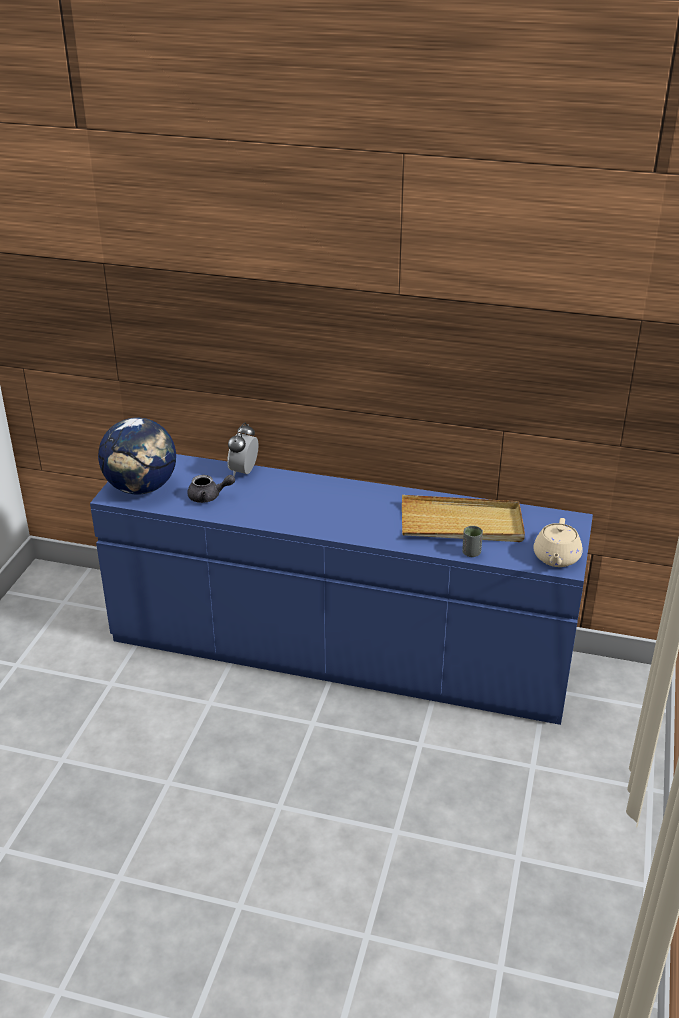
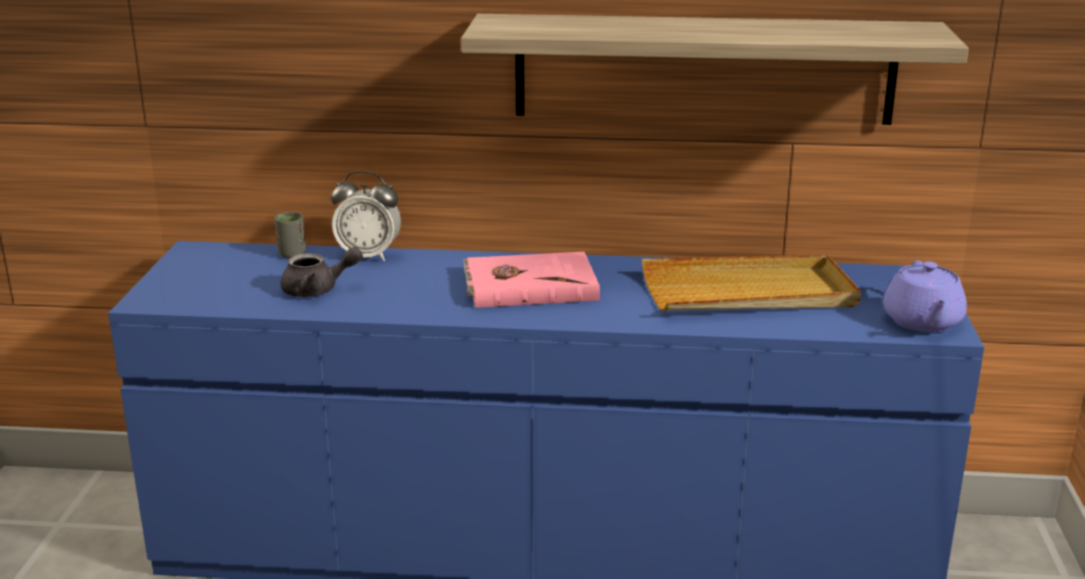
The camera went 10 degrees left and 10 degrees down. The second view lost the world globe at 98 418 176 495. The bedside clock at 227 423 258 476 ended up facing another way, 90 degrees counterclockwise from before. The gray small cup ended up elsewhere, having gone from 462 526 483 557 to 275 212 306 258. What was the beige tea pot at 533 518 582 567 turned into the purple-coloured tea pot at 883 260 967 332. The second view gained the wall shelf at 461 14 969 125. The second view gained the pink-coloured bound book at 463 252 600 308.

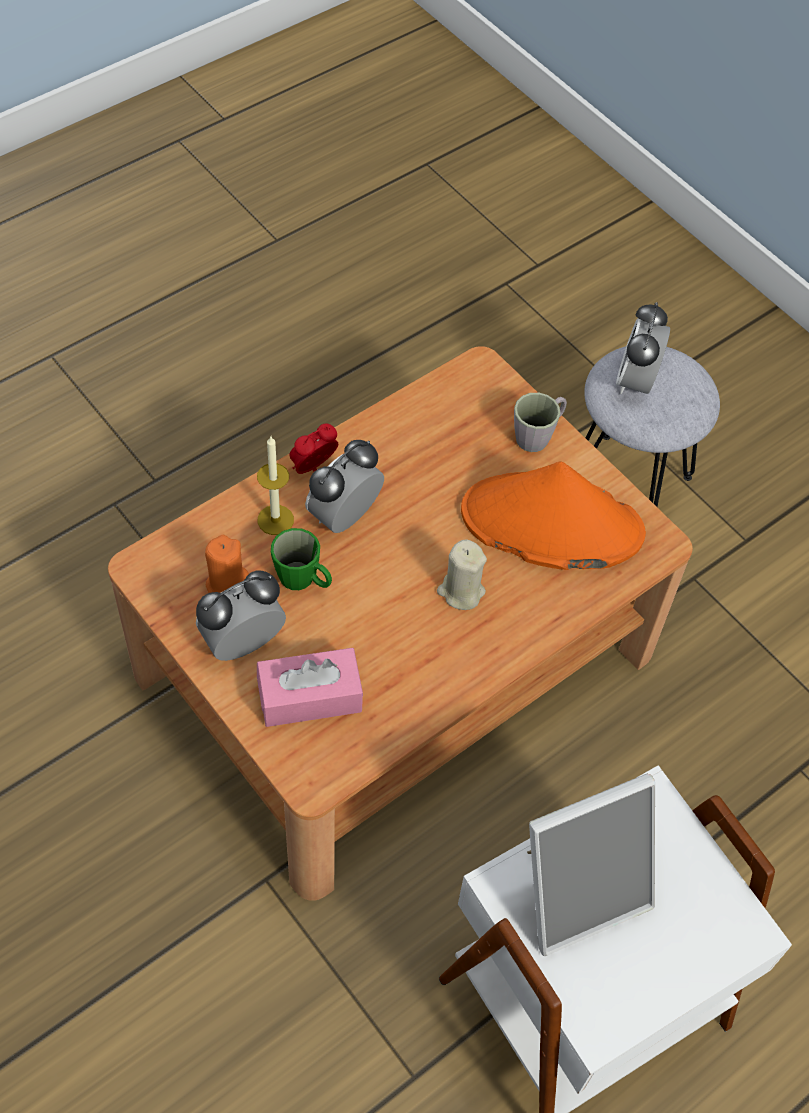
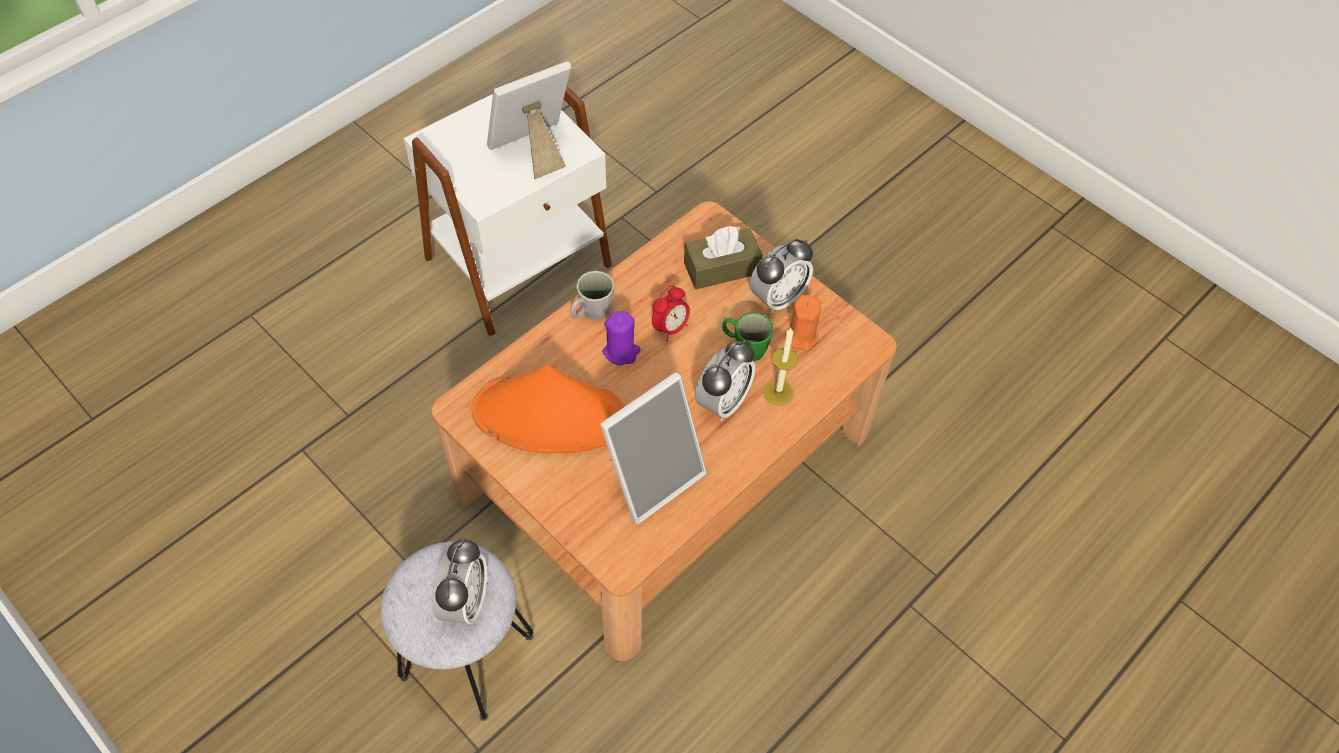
The camera went 175 degrees right and 0 degrees up. What was the pink-coloured tissue box at 257 648 363 727 turned into the brown-coloured tissue box at 684 226 763 289. The bedside clock ended up elsewhere, having gone from 289 424 338 474 to 652 286 690 341. What was the beige candle at 437 539 487 610 turned into the purple-coloured candle at 602 311 641 365. The gray mug ended up elsewhere, having gone from 514 393 567 452 to 570 271 615 320. The second view gained the picture frame at 600 372 707 524.

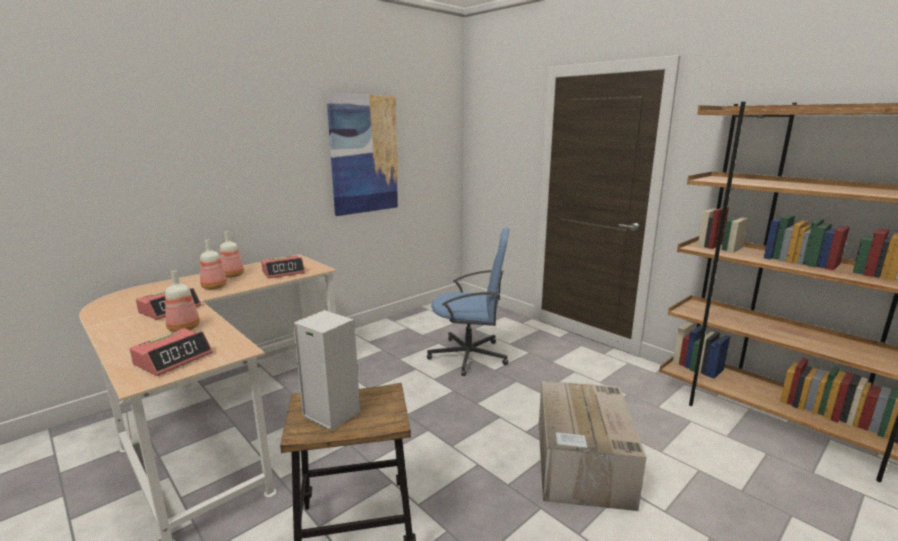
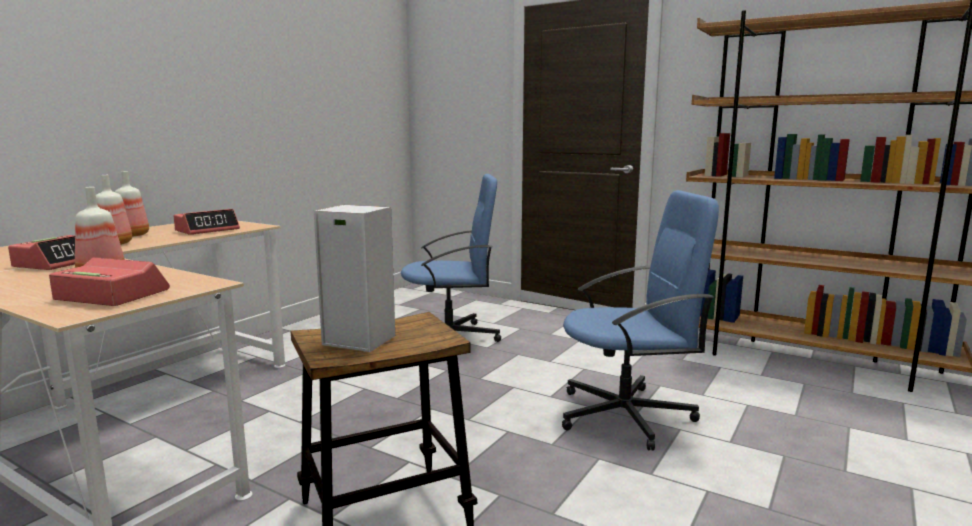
The camera went 15 degrees left and 5 degrees down. The bedside clock at 130 328 213 376 ended up facing another way, 90 degrees counterclockwise from before. The second view lost the wall art at 326 93 399 216. Where the packing box stood at 539 381 646 511, the blue-coloured desk chair came to stand at 562 190 719 451.

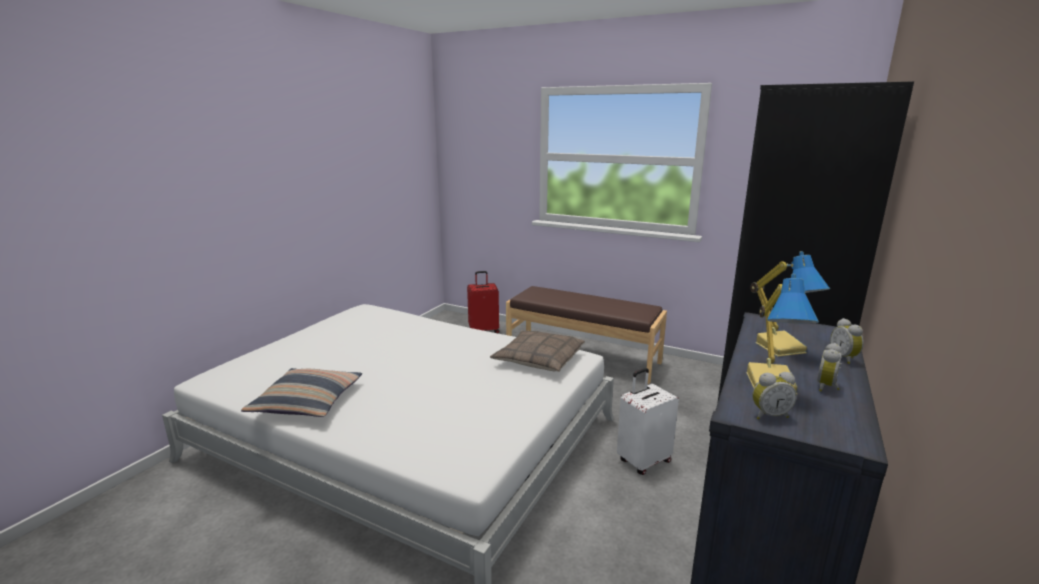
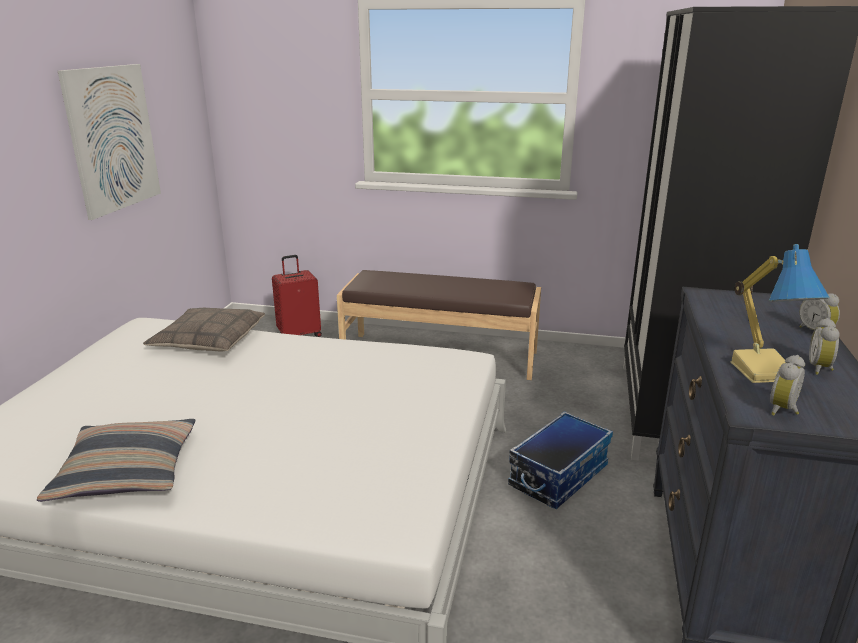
The camera went 15 degrees left and 5 degrees up. The throw pillow ended up elsewhere, having gone from 490 330 585 372 to 143 308 265 351. Where the whitish travel case stood at 617 368 679 475, the storage box came to stand at 508 411 613 509. The second view lost the lamp for a table at 750 251 830 357. The bedside clock at 752 372 797 420 ended up facing another way, 150 degrees clockwise from before. The second view gained the wall art at 58 64 161 220.

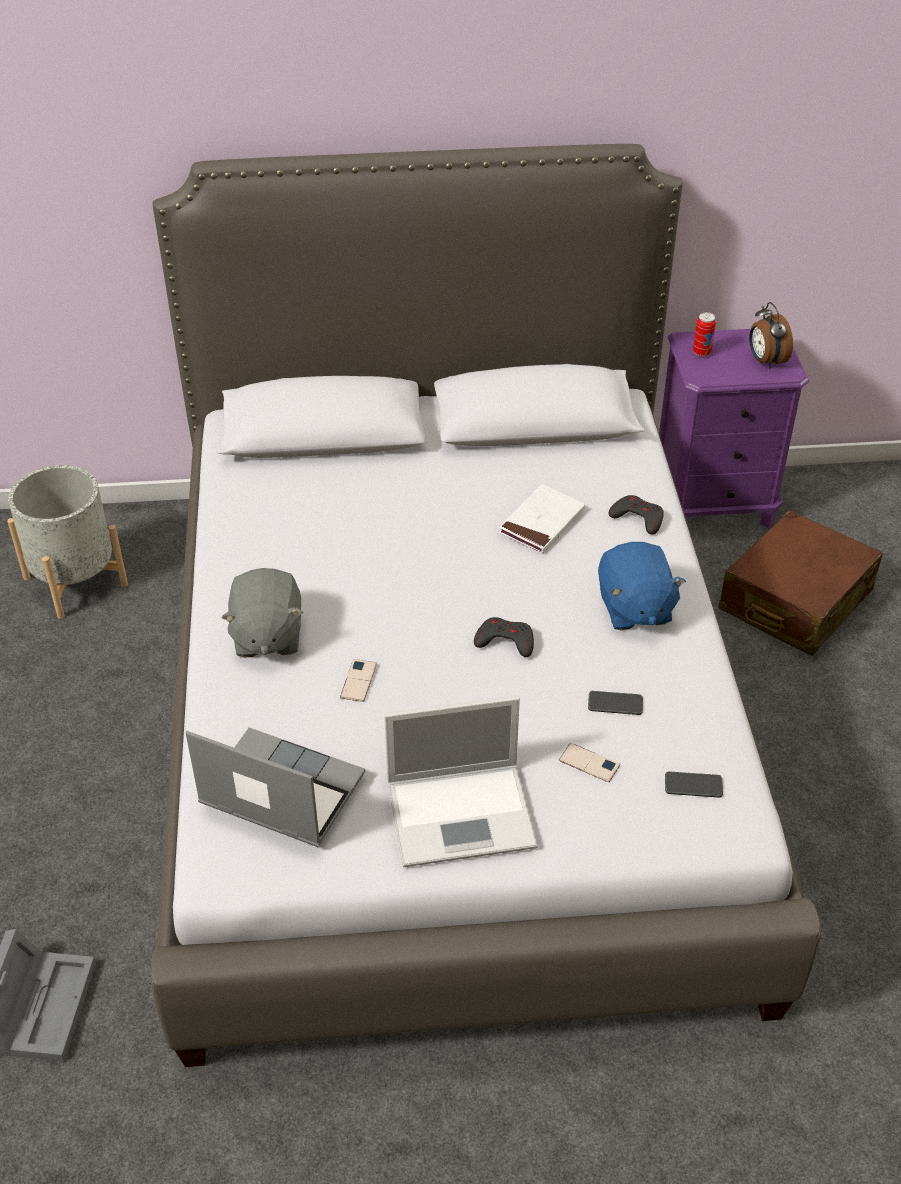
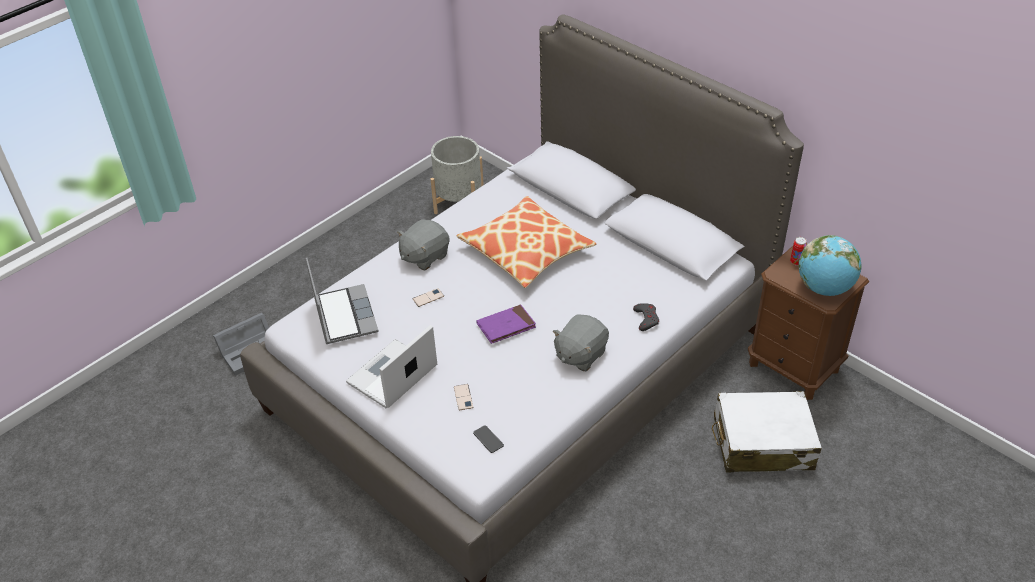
The camera went 50 degrees right and 0 degrees up. The notebook computer at 384 696 538 867 ended up facing another way, 90 degrees clockwise from before. Where the gray gamepad stood at 474 617 534 657, the purple-coloured bound book came to stand at 476 305 536 344. The second view lost the whitish bound book at 499 484 585 554. The second view lost the phone at 588 691 643 715. What was the blue-coloured soft toy at 598 542 686 630 turned into the gray soft toy at 553 314 609 371. What was the purple-coloured night table at 659 329 809 528 turned into the brown-coloured night table at 748 246 869 400. What was the brown-coloured travel case at 718 510 883 656 turned into the whitish travel case at 712 391 822 472. Where the bedside clock stood at 749 302 793 369, the world globe came to stand at 798 235 862 296. The second view gained the throw pillow at 457 196 596 288.

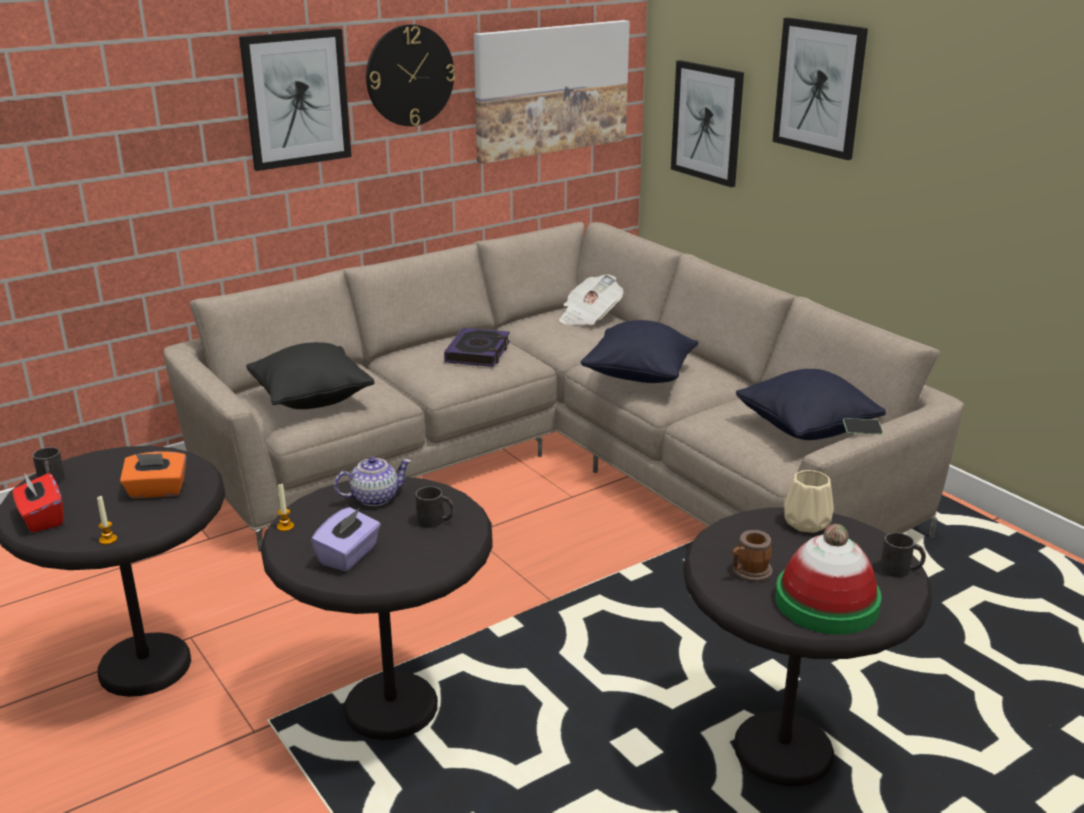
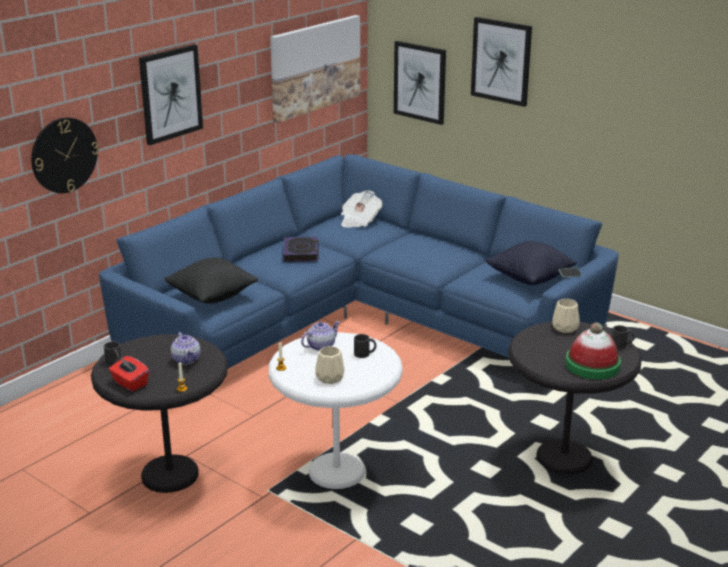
The camera went 15 degrees left and 0 degrees up. Where the orange-coloured tissue box stood at 120 452 186 498, the tea pot came to stand at 171 332 201 365. What was the beige sofa at 164 222 964 552 turned into the blue-coloured sofa at 99 154 619 369. What was the blackish side table at 261 477 493 740 turned into the whitish side table at 269 332 403 489. Where the purple-coloured tissue box stood at 311 507 381 571, the beige vase came to stand at 316 346 345 384. The hanging clock ended up elsewhere, having gone from 366 24 456 126 to 31 117 99 193. The second view lost the blackish throw pillow at 581 320 698 383. The second view lost the mug at 732 530 773 582.

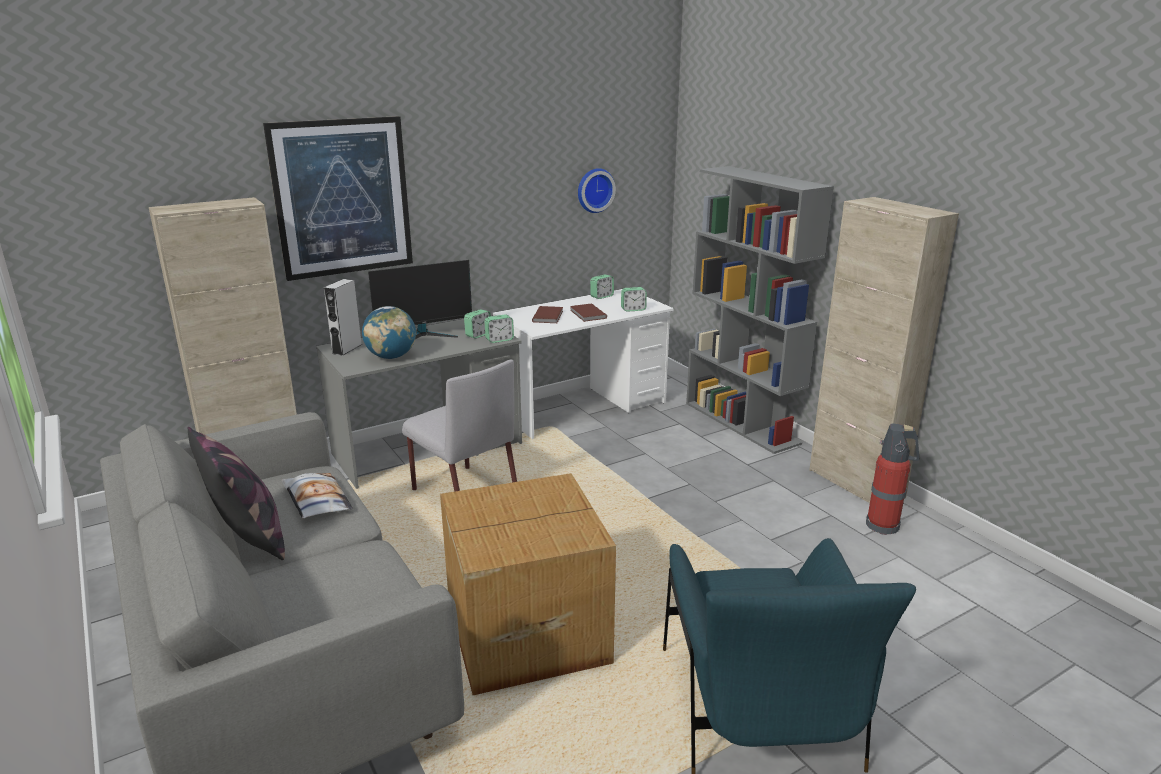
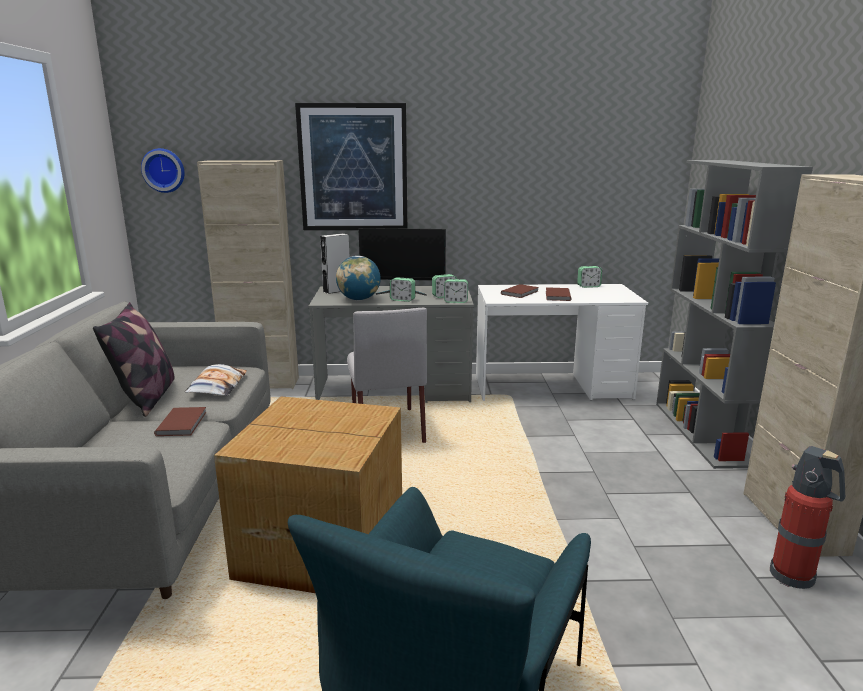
The camera went 30 degrees right and 5 degrees down. The hanging clock ended up elsewhere, having gone from 578 168 616 213 to 141 148 185 193. The bedside clock ended up elsewhere, having gone from 621 287 647 312 to 390 277 415 302. The second view gained the brown-coloured bound book at 154 407 207 436.

